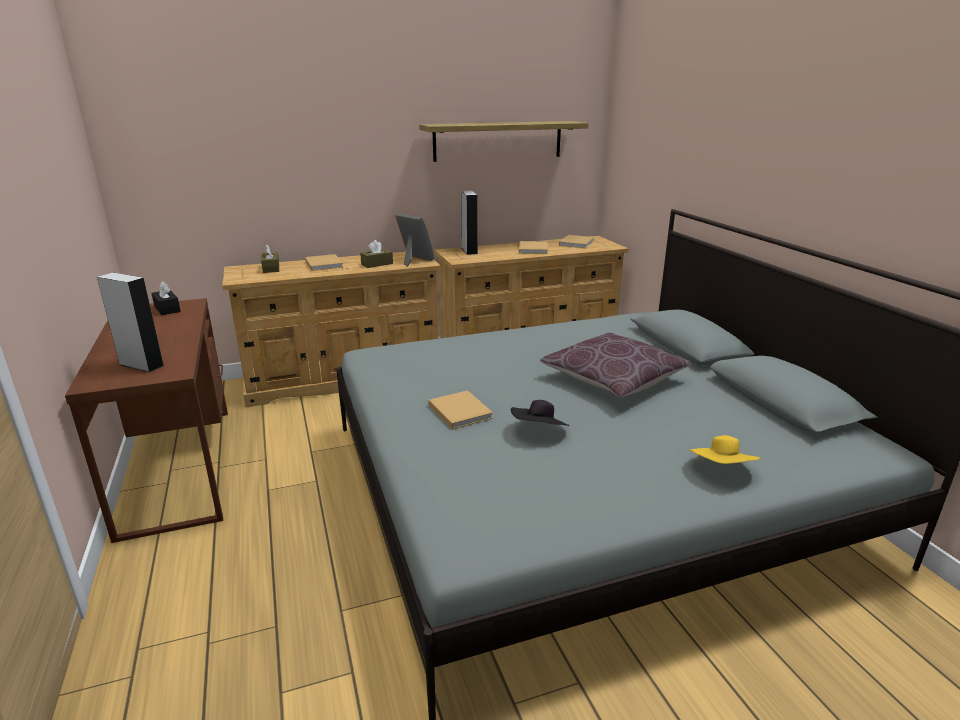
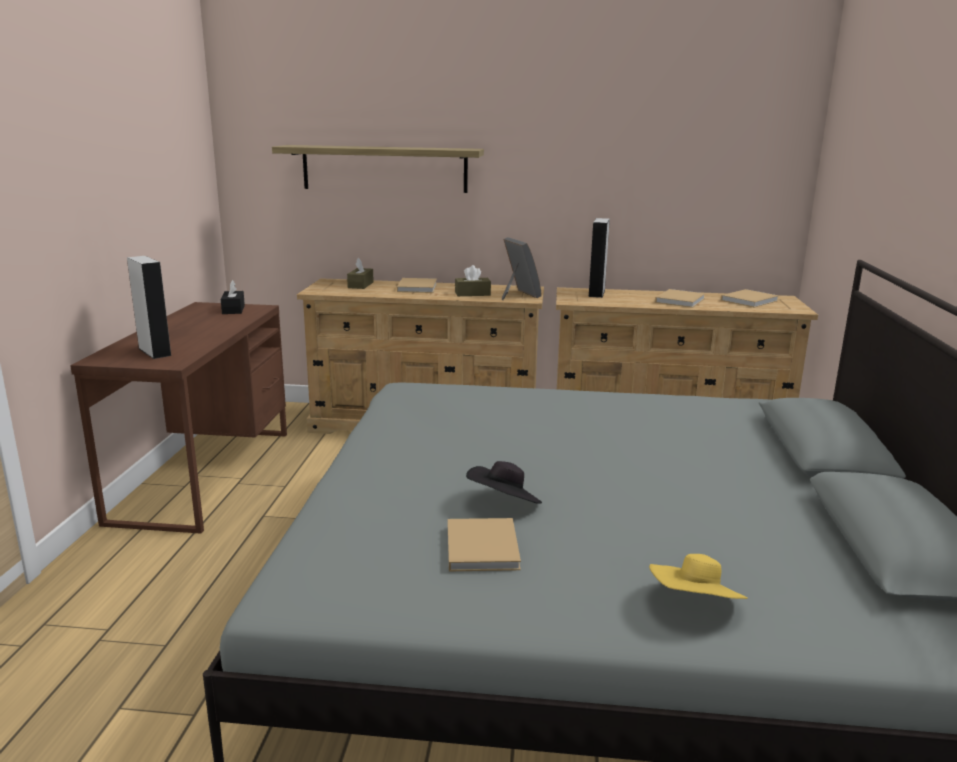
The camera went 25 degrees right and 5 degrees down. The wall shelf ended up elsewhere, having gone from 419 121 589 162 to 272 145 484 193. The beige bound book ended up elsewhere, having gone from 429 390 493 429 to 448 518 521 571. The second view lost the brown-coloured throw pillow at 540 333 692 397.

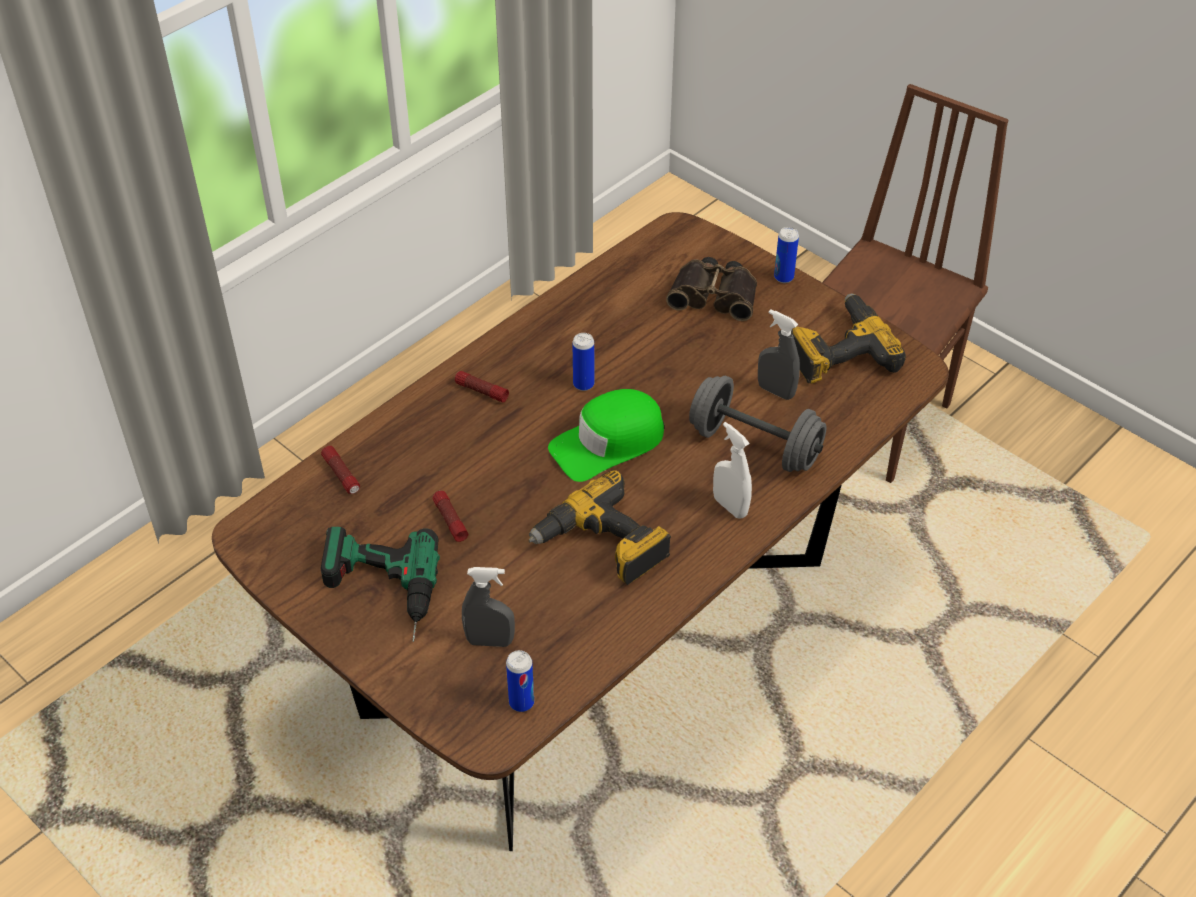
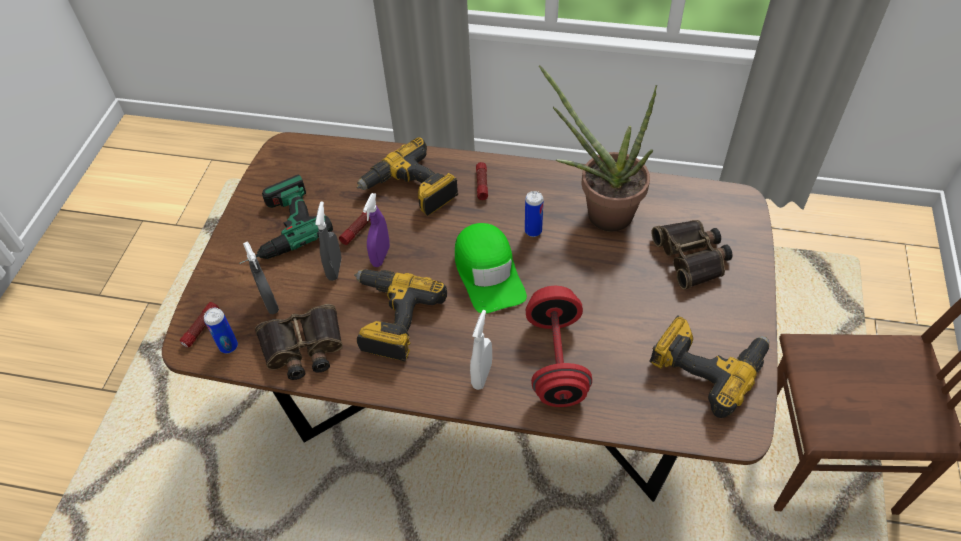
The camera went 60 degrees right and 5 degrees up. The hand torch ended up elsewhere, having gone from 321 446 360 494 to 180 302 219 347. The green baseball cap at 548 389 665 482 ended up facing another way, 135 degrees counterclockwise from before. What was the gray dumbbell at 689 376 827 472 turned into the red-coloured dumbbell at 526 286 592 407. The gray spray bottle ended up elsewhere, having gone from 758 309 800 400 to 315 201 342 281. The second view lost the can at 774 227 799 283. The second view gained the field glasses at 255 304 343 380. The second view gained the electric drill at 357 137 458 216. The second view gained the purple-coloured spray bottle at 363 193 390 267. The second view gained the potted plant at 539 65 657 232.

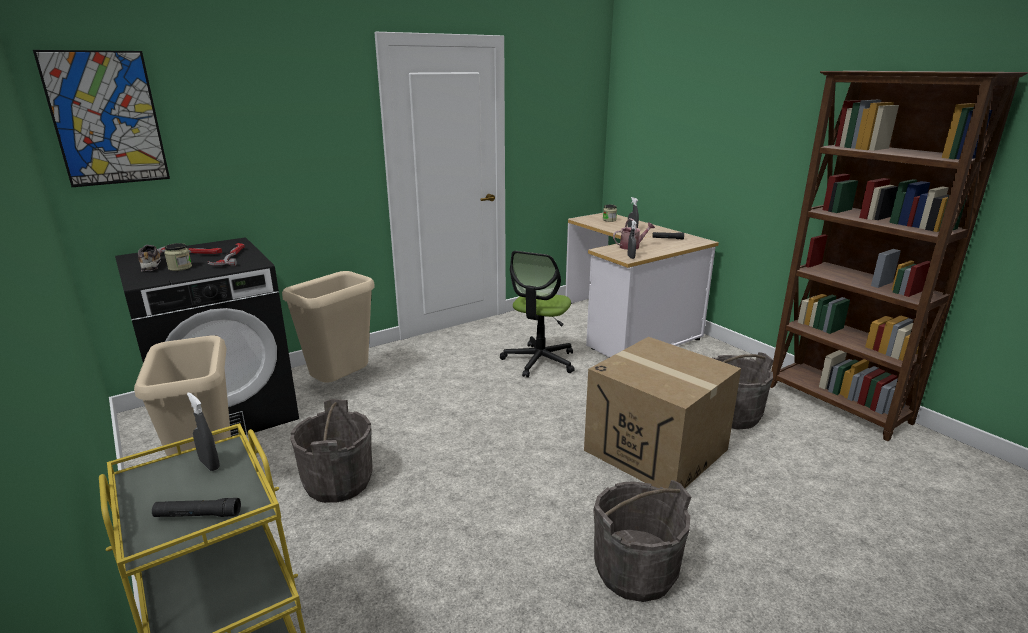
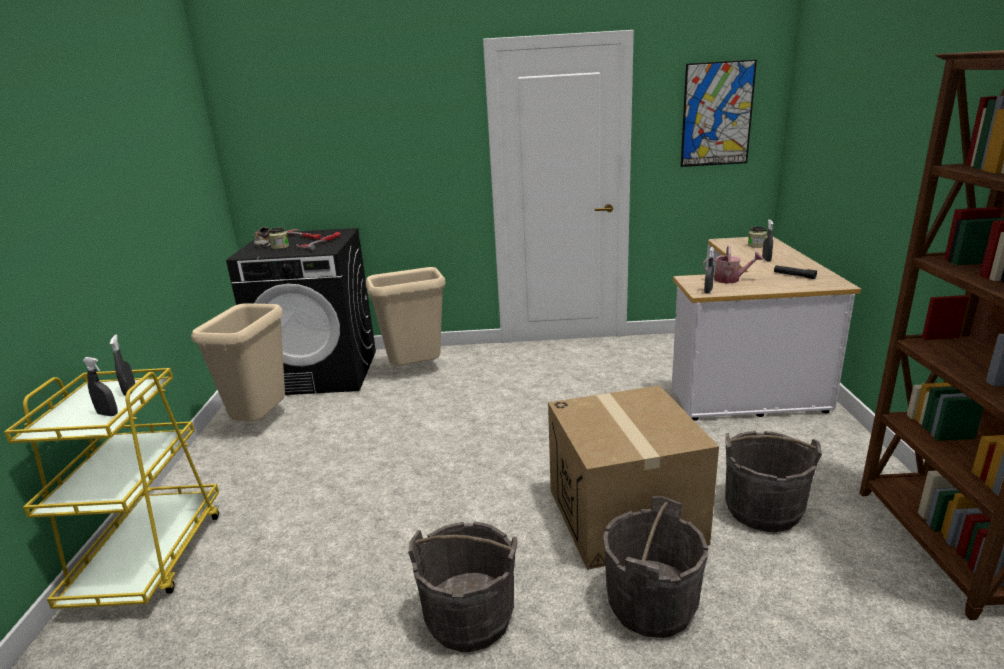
The camera went 35 degrees right and 0 degrees up. The wall art ended up elsewhere, having gone from 33 50 170 187 to 681 60 757 167. The second view lost the blackish hand torch at 152 498 241 517. The gray water bucket ended up elsewhere, having gone from 290 399 373 503 to 603 496 708 638. The second view lost the desk chair at 500 251 575 378. The second view gained the gray spray bottle at 82 357 118 416.

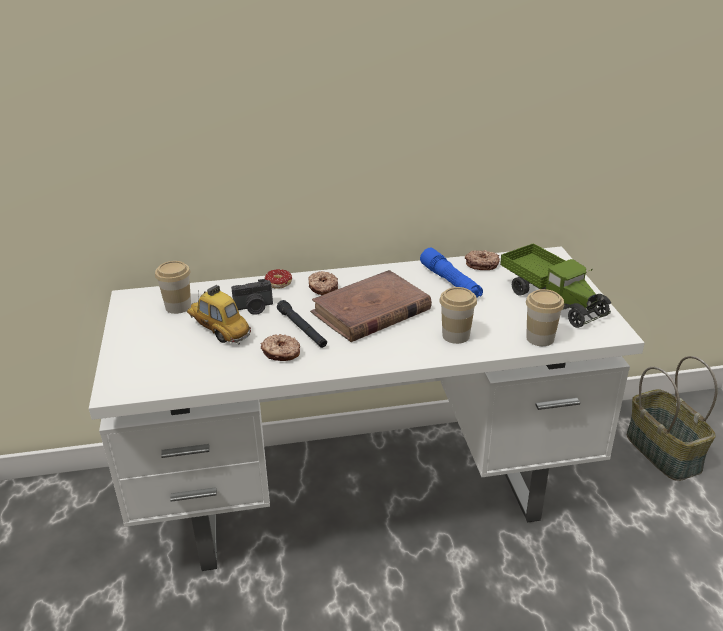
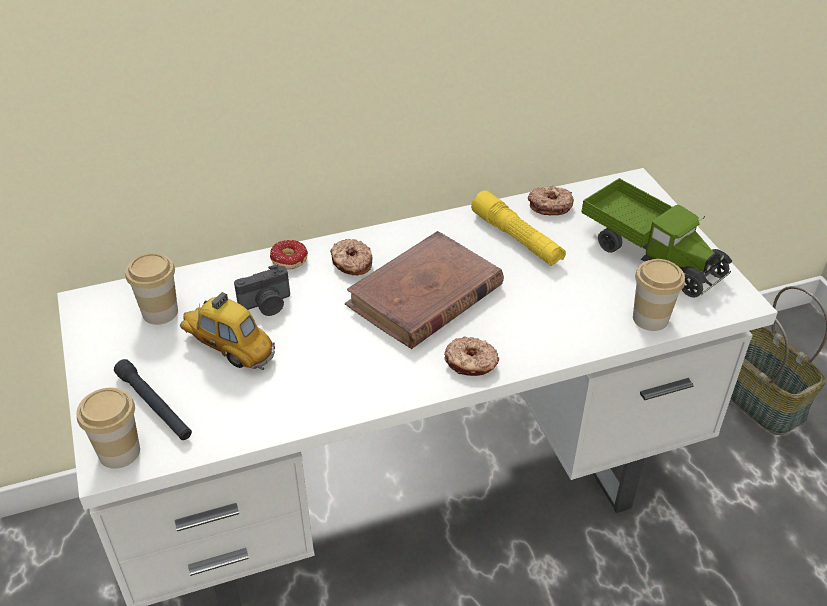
The camera went 10 degrees left and 10 degrees up. The doughnut ended up elsewhere, having gone from 261 334 300 361 to 444 336 499 376. The blackish hand torch ended up elsewhere, having gone from 277 300 327 348 to 114 359 192 440. What was the blue-coloured hand torch at 420 248 483 298 turned into the yellow hand torch at 471 190 566 266. The small cup ended up elsewhere, having gone from 439 287 477 344 to 77 388 140 469.

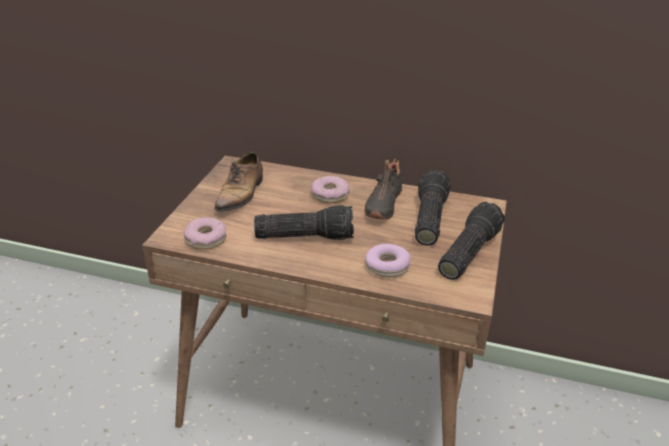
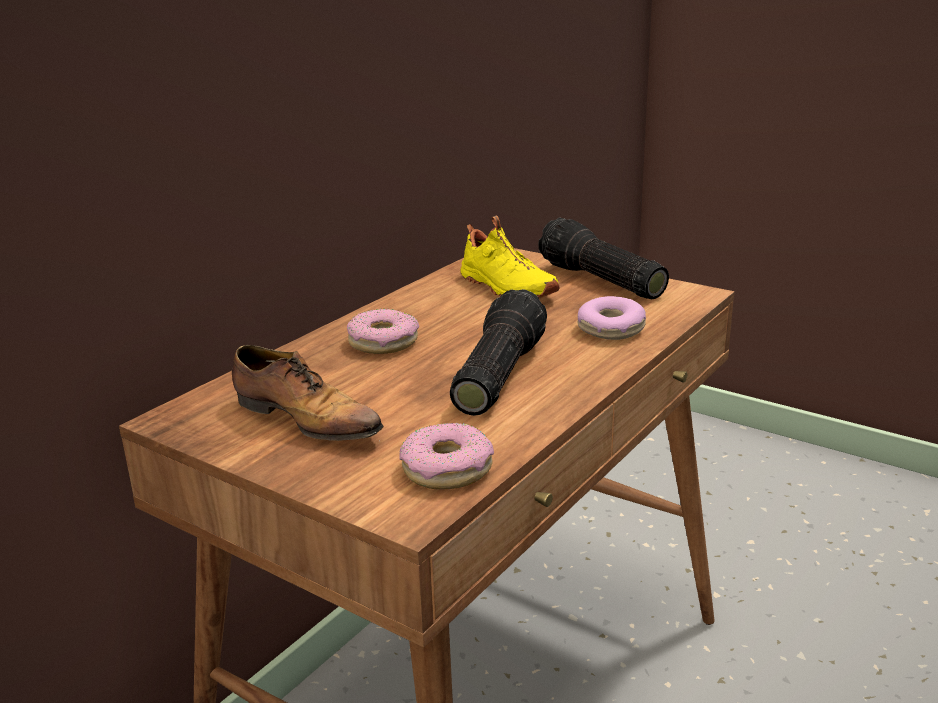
The camera went 70 degrees left and 10 degrees down. The second view lost the blackish shoe at 365 158 402 220. Where the hand torch stood at 415 170 450 246, the yellow shoe came to stand at 460 215 560 298.

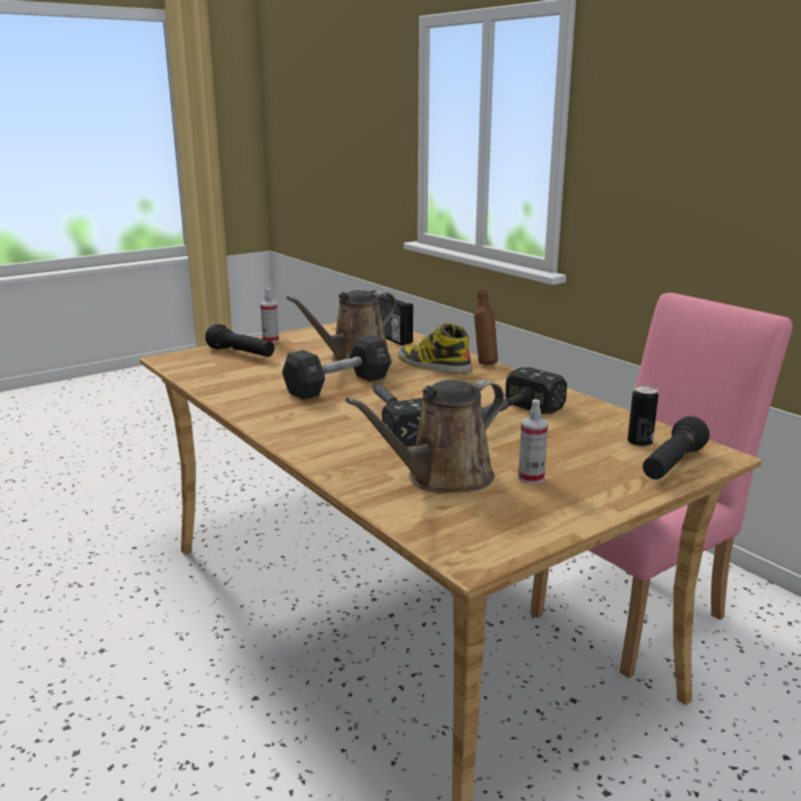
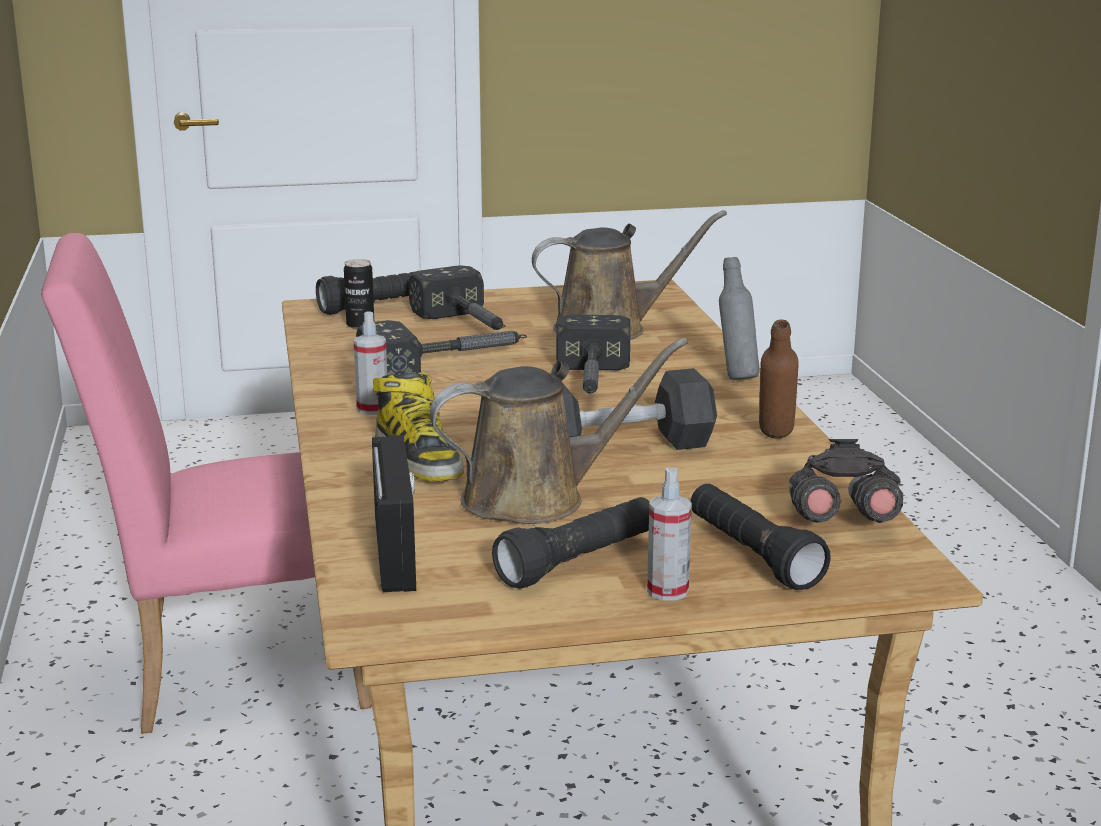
The camera went 155 degrees left and 0 degrees up. The brown-coloured beverage bottle ended up elsewhere, having gone from 474 289 498 364 to 759 319 799 439. The spray bottle ended up elsewhere, having gone from 518 399 548 484 to 354 311 387 415. The second view gained the tool hammer at 409 265 506 330. The second view gained the blackish hand torch at 492 497 650 589. The second view gained the gray beverage bottle at 719 257 760 380. The second view gained the gray field glasses at 789 439 903 523.

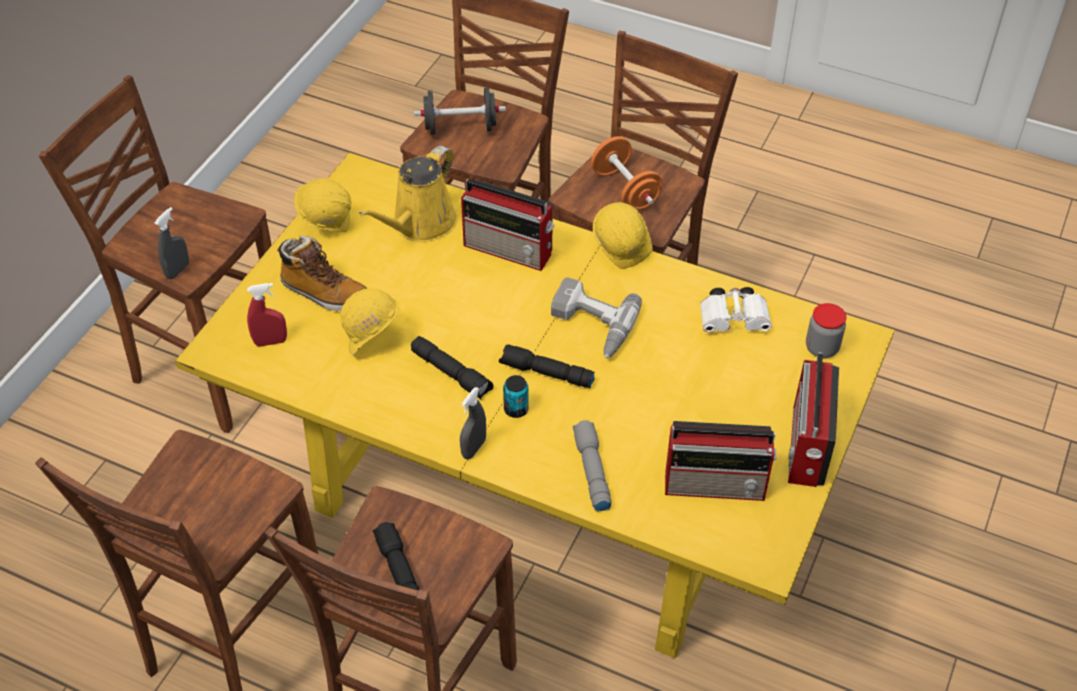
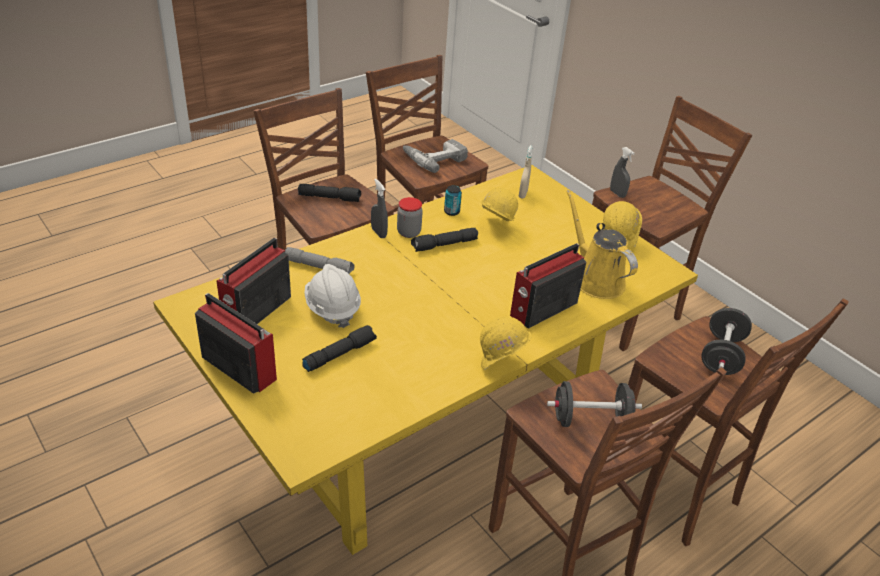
The camera went 115 degrees right and 10 degrees down. What was the red-coloured spray bottle at 247 283 287 347 turned into the beige spray bottle at 519 145 533 198. The second view lost the boot at 277 236 367 312. The blackish hand torch ended up elsewhere, having gone from 499 344 595 388 to 302 325 377 372. The can ended up elsewhere, having gone from 503 375 529 418 to 444 185 462 216. The electric drill ended up elsewhere, having gone from 551 277 642 358 to 403 139 468 173. What was the orange-coloured dumbbell at 591 136 663 210 turned into the blackish dumbbell at 547 381 642 427. The second view lost the whitish field glasses at 700 287 772 333. The storage jar ended up elsewhere, having gone from 806 303 847 358 to 397 197 423 238. The second view gained the whitish safety helmet at 304 264 361 328.

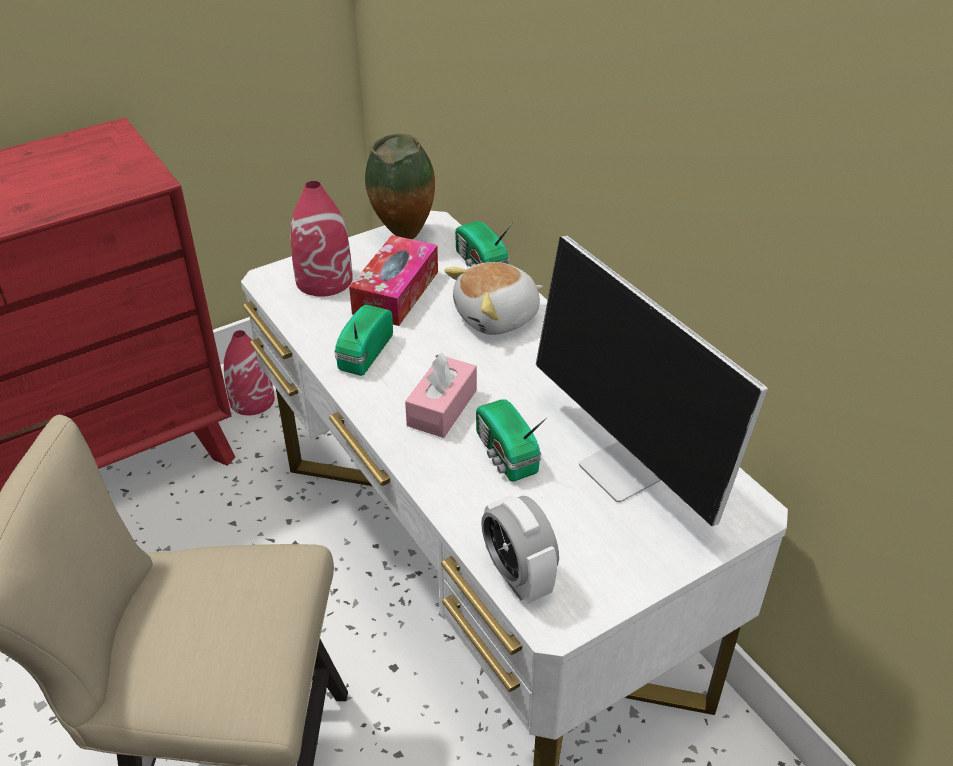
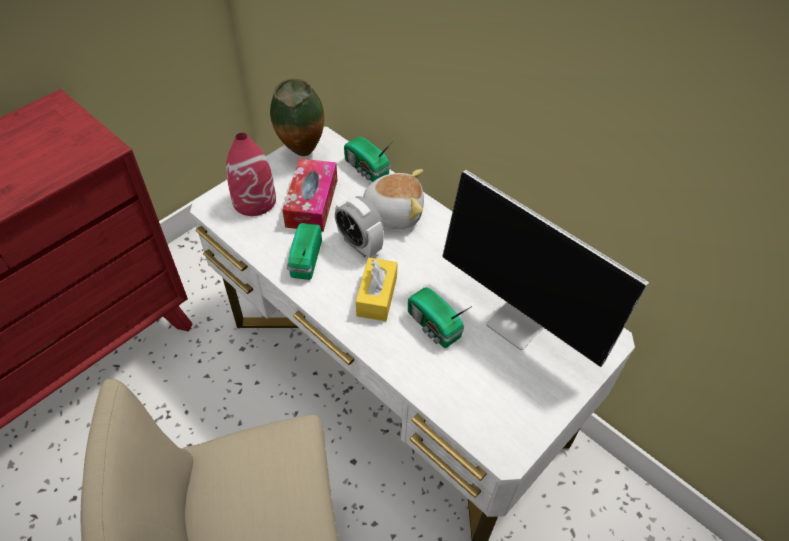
The camera went 15 degrees left and 10 degrees up. The second view lost the red-coloured vase at 224 330 275 415. What was the pink-coloured tissue box at 405 353 477 438 turned into the yellow tissue box at 356 258 398 321. The soft toy at 444 262 543 335 ended up facing another way, 135 degrees counterclockwise from before. The bedside clock ended up elsewhere, having gone from 481 495 559 604 to 335 196 384 258.

